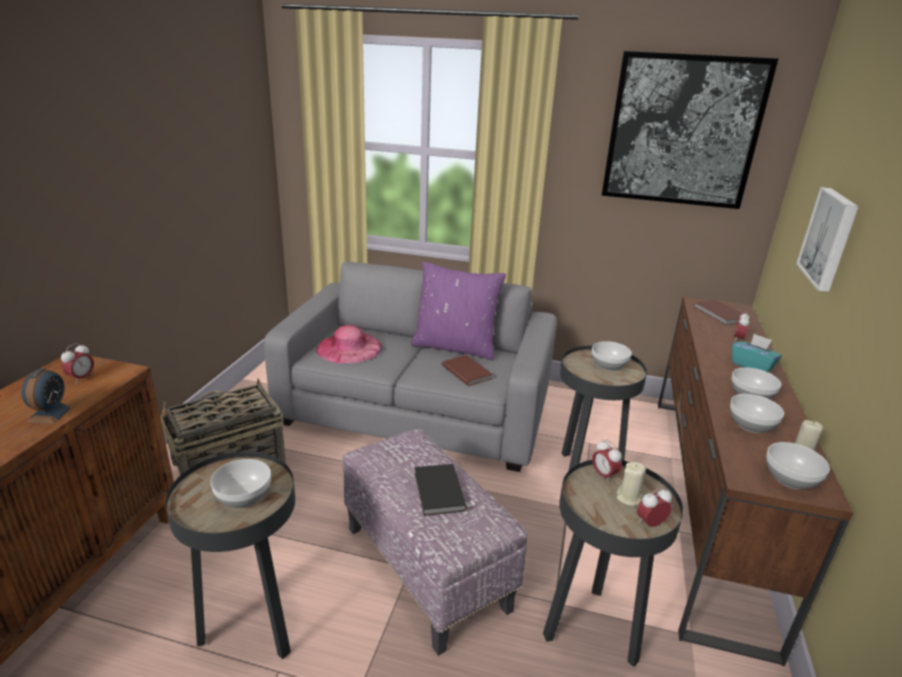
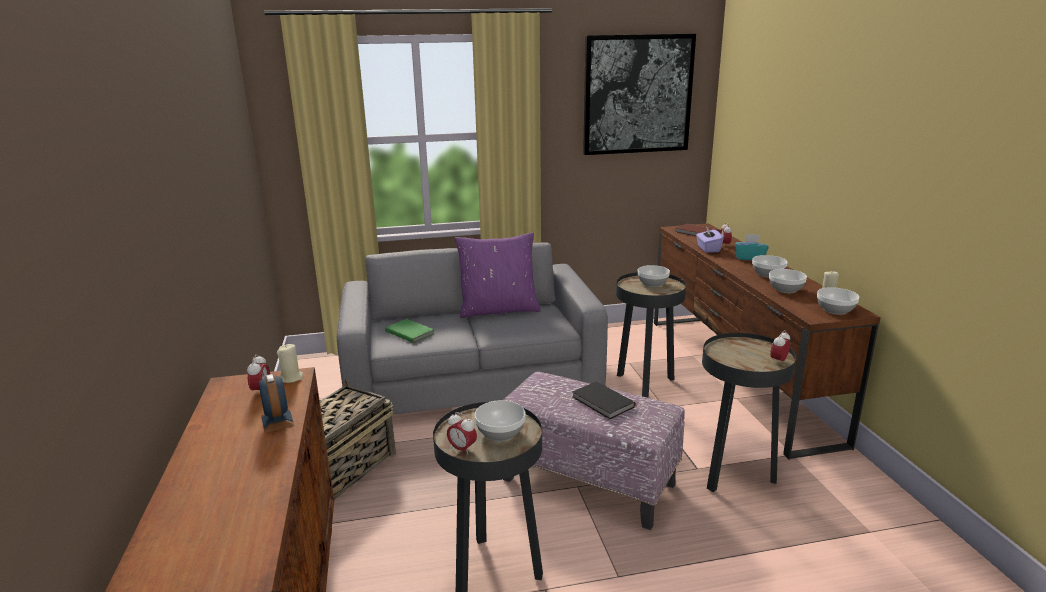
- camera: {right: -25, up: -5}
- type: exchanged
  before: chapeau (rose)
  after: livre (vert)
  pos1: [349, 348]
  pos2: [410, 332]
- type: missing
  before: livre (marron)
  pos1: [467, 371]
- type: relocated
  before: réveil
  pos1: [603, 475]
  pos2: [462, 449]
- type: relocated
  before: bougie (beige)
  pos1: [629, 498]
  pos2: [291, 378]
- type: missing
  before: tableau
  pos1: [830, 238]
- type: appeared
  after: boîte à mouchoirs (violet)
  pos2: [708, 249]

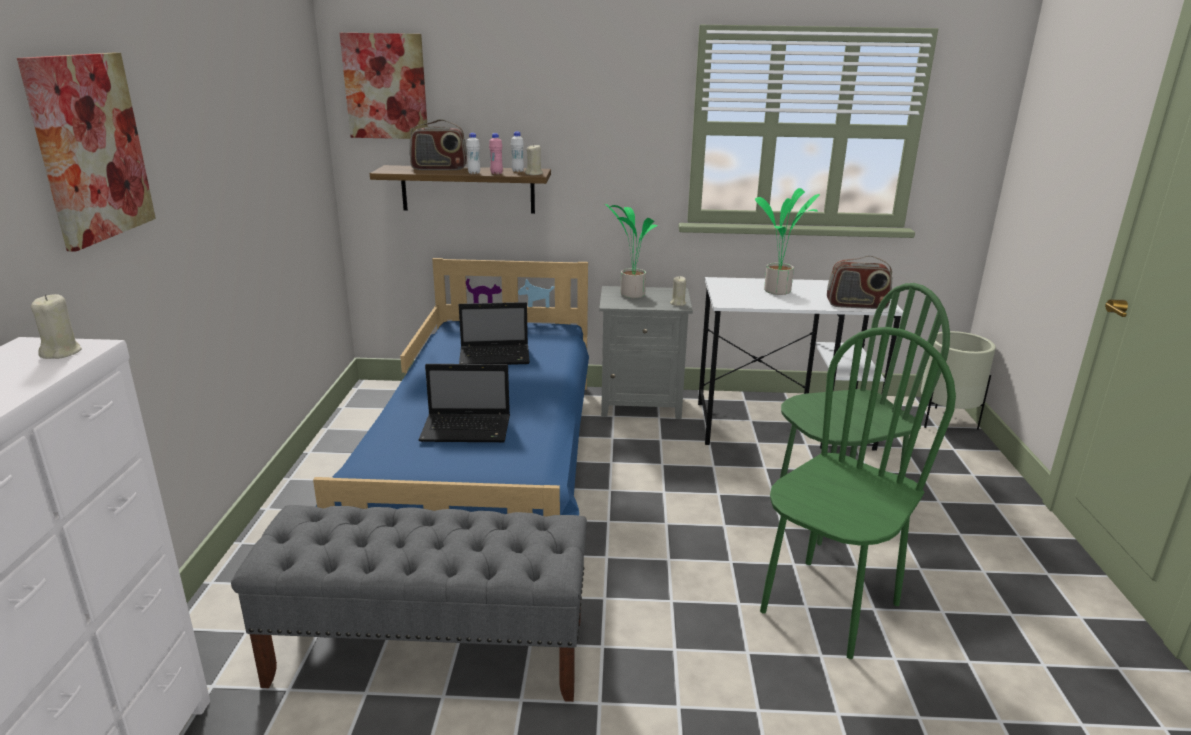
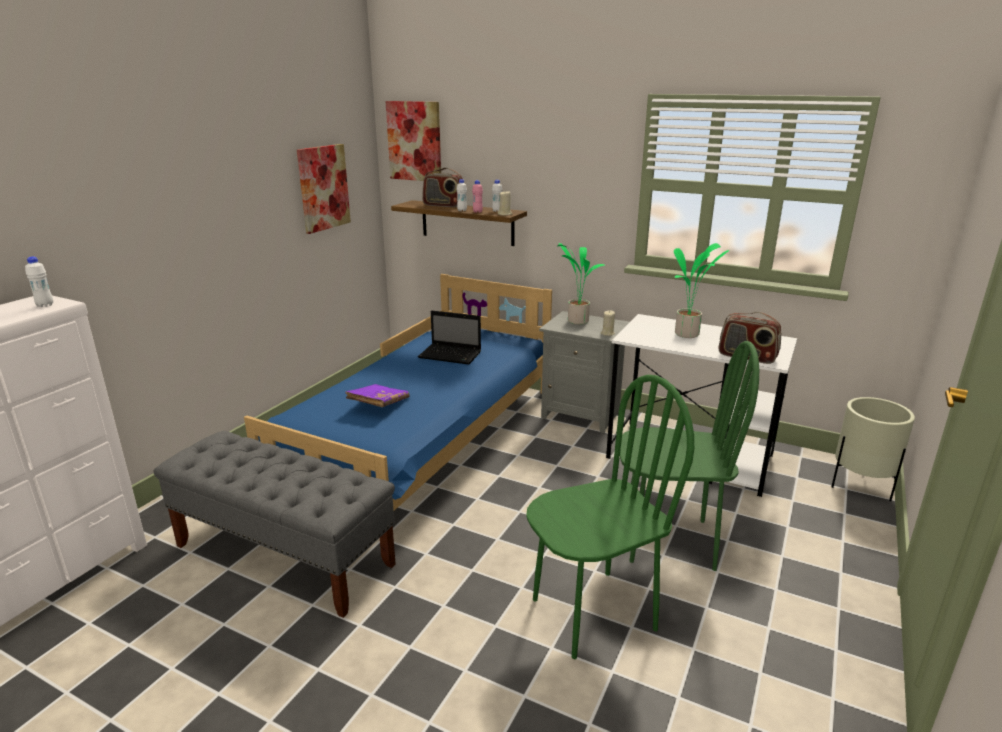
- camera: {right: 25, up: 0}
- type: relocated
  before: tableau
  pos1: [90, 148]
  pos2: [323, 188]
- type: exchanged
  before: bougie (beige)
  after: bouteille (blanc)
  pos1: [61, 352]
  pos2: [45, 305]
- type: exchanged
  before: ordinateur portable
  after: livre (violet)
  pos1: [468, 430]
  pos2: [378, 404]

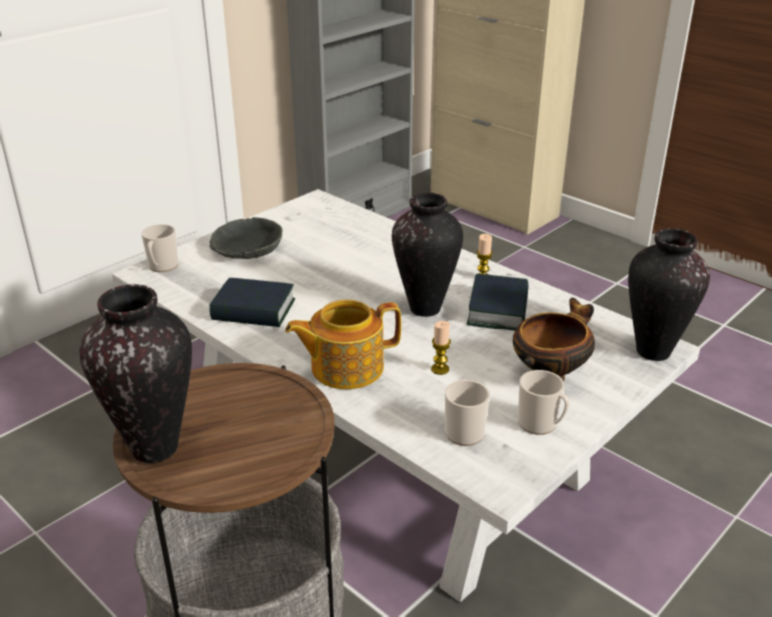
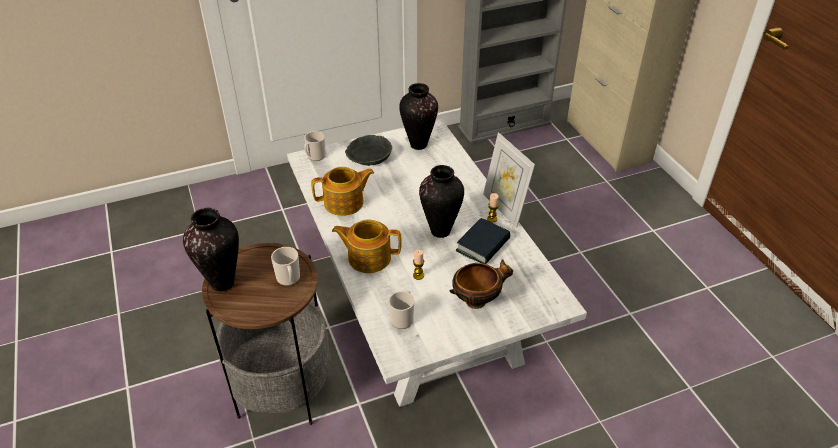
- camera: {right: 25, up: 10}
- type: exchanged
  before: livre
  after: théière
  pos1: [253, 310]
  pos2: [345, 203]
- type: relocated
  before: mug
  pos1: [541, 424]
  pos2: [289, 279]
- type: relocated
  before: vase
  pos1: [652, 351]
  pos2: [418, 144]
- type: appeared
  after: cadre photo
  pos2: [504, 208]

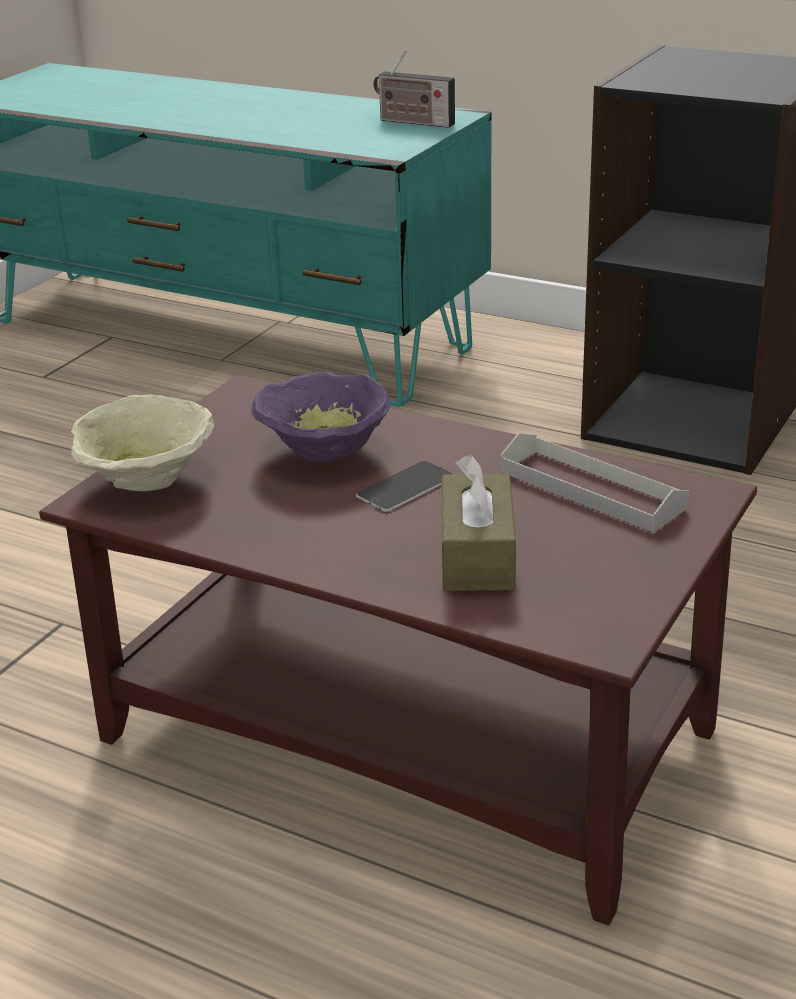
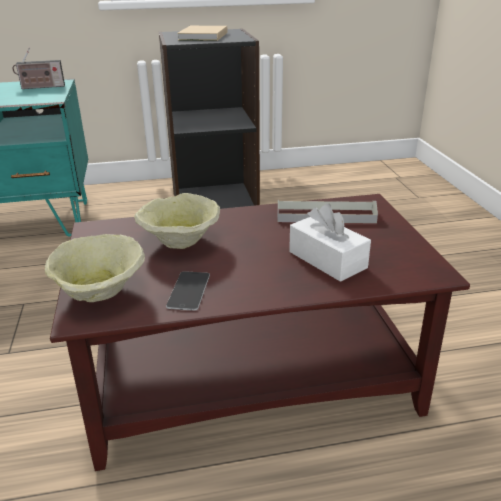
- camera: {right: -40, up: 0}
- type: colour
  before: bol (violet)
  after: bol (beige)
  pos1: [322, 450]
  pos2: [178, 241]
- type: relocated
  before: téléphone
  pos1: [406, 487]
  pos2: [189, 290]
- type: colour
  before: boîte à mouchoirs (marron)
  after: boîte à mouchoirs (blanc)
  pos1: [477, 555]
  pos2: [327, 260]
- type: appeared
  after: livre (beige)
  pos2: [202, 36]

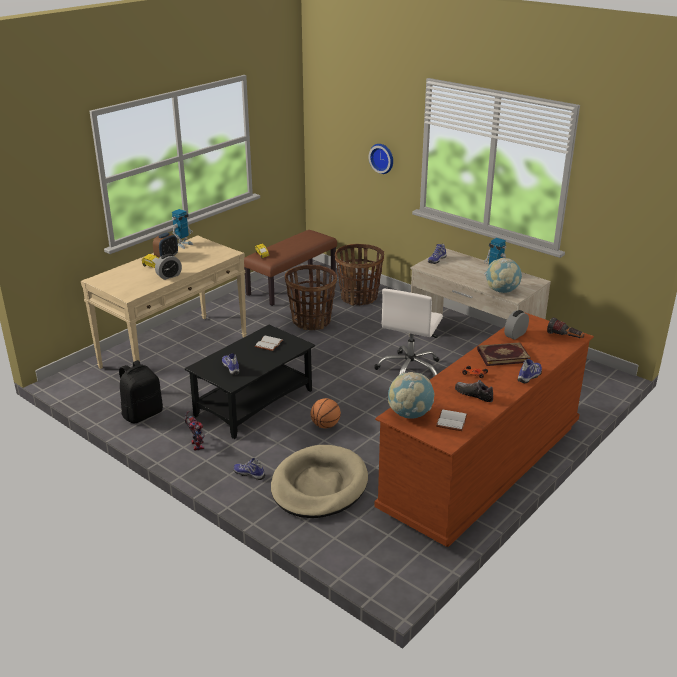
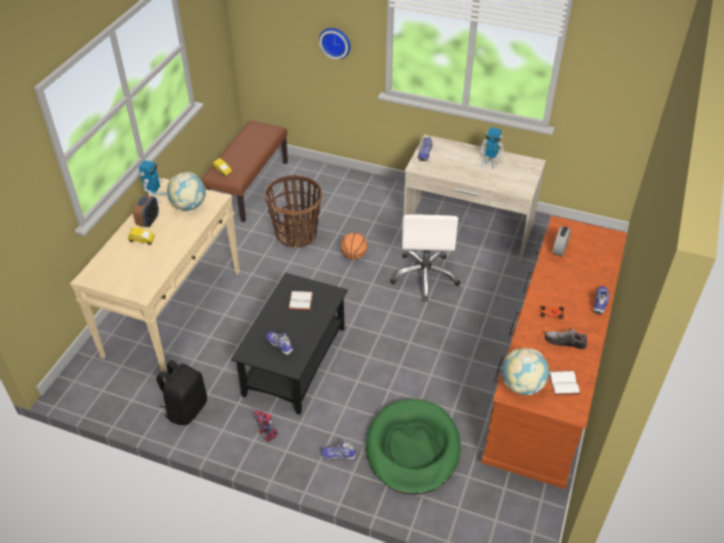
- camera: {right: -20, up: 15}
- type: missing
  before: réveil
  pos1: [169, 276]
- type: colour
  before: panier pour chien (beige)
  after: panier pour chien (vert)
  pos1: [319, 485]
  pos2: [412, 449]
- type: relocated
  before: ballon de basket
  pos1: [325, 425]
  pos2: [354, 255]
- type: missing
  before: panier
  pos1: [359, 297]
- type: missing
  before: livre
  pos1: [502, 355]
- type: relocated
  before: globe
  pos1: [502, 291]
  pos2: [189, 206]
- type: missing
  before: lampe de poche
  pos1: [565, 337]

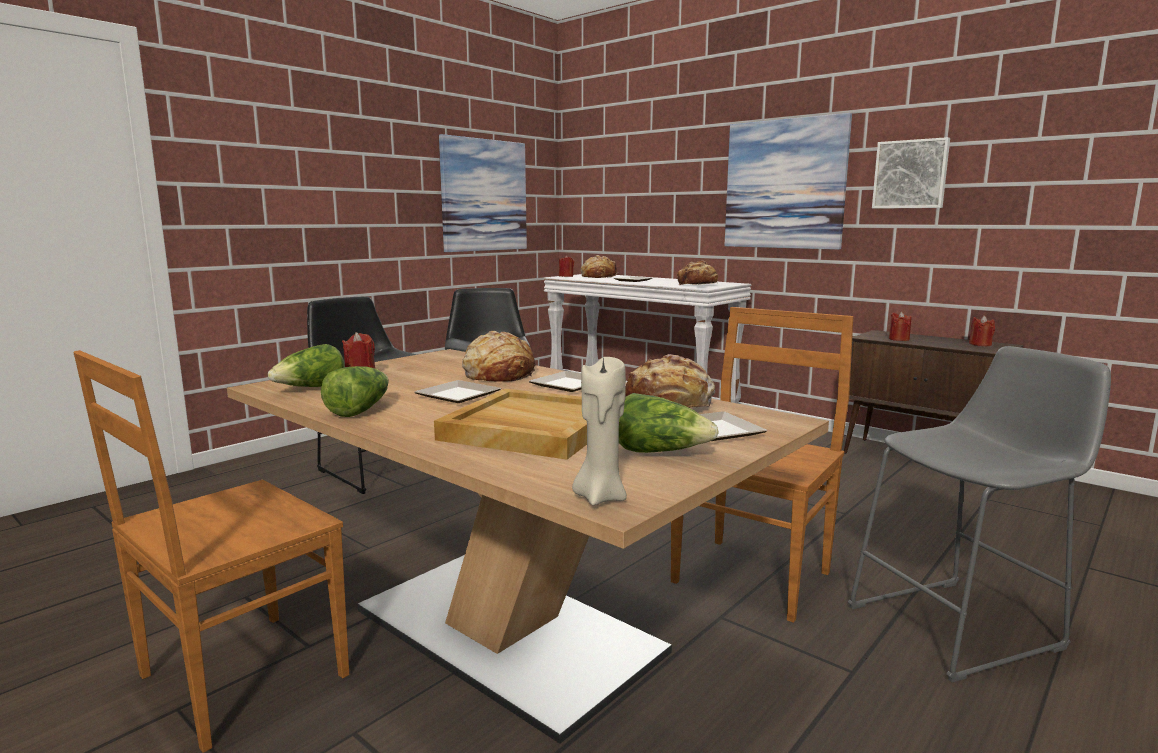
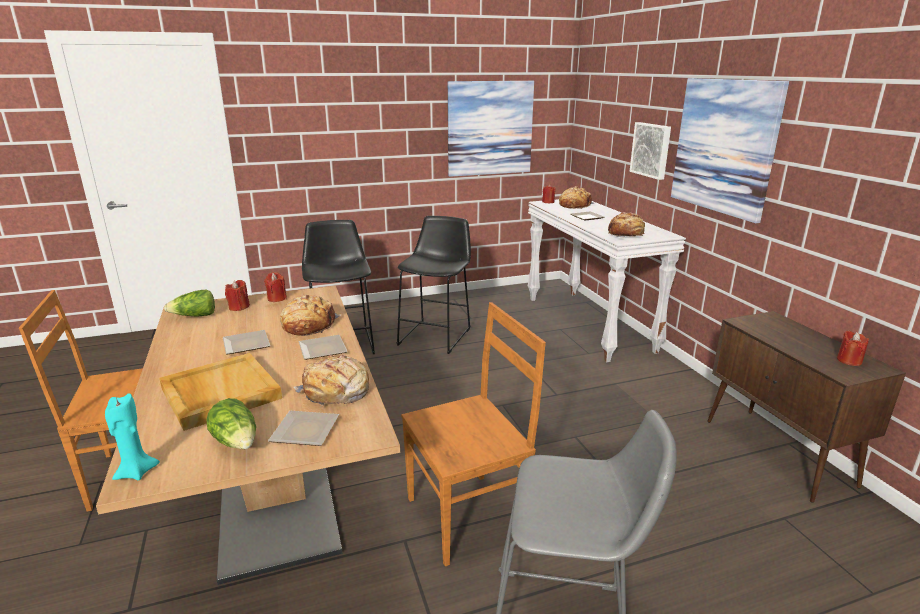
- camera: {right: 30, up: 10}
- type: missing
  before: laitue
  pos1: [359, 410]
- type: colour
  before: bougie (beige)
  after: bougie (turquoise)
  pos1: [600, 497]
  pos2: [136, 472]
- type: relocated
  before: tableau
  pos1: [910, 174]
  pos2: [651, 150]
- type: relocated
  before: bougie (rouge)
  pos1: [898, 339]
  pos2: [277, 298]

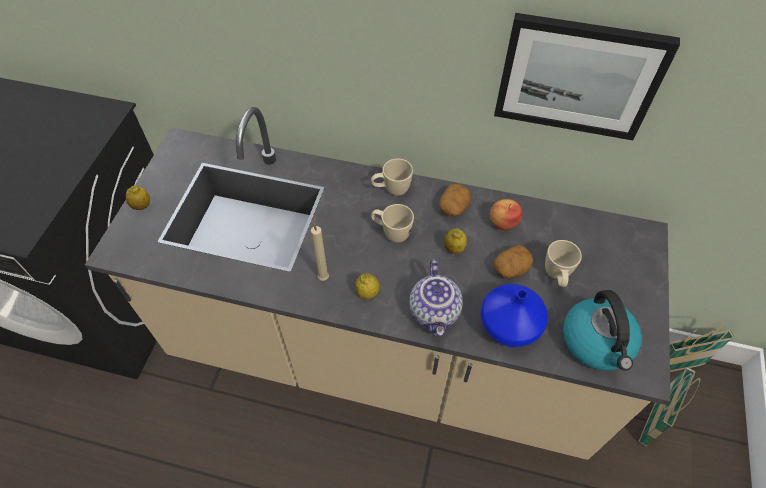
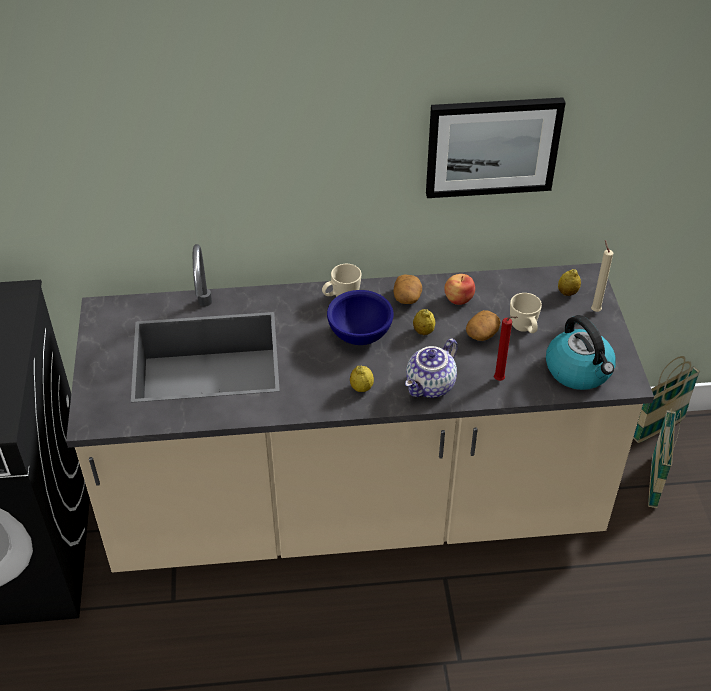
- camera: {right: -20, up: -10}
- type: relocated
  before: citron
  pos1: [141, 206]
  pos2: [567, 293]
- type: relocated
  before: bougie (beige)
  pos1: [323, 276]
  pos2: [594, 310]
- type: exchanged
  before: mug (beige)
  after: bol (bleu)
  pos1: [391, 233]
  pos2: [359, 334]
- type: spun
  before: théière
  pos1: [435, 312]
  pos2: [431, 386]
  turn: 60
- type: exchanged
  before: vase (bleu)
  after: bougie (rouge)
  pos1: [509, 328]
  pos2: [500, 380]

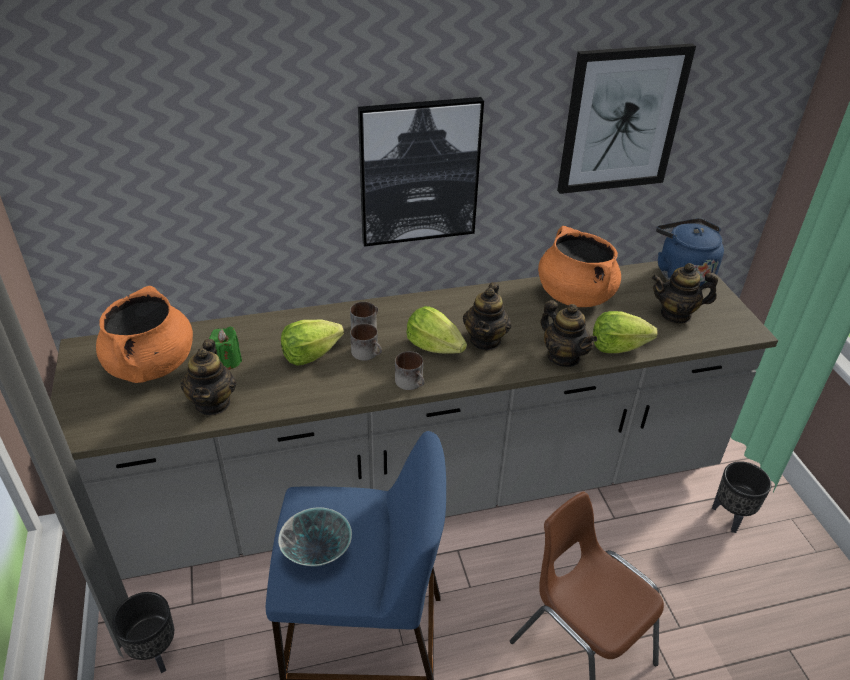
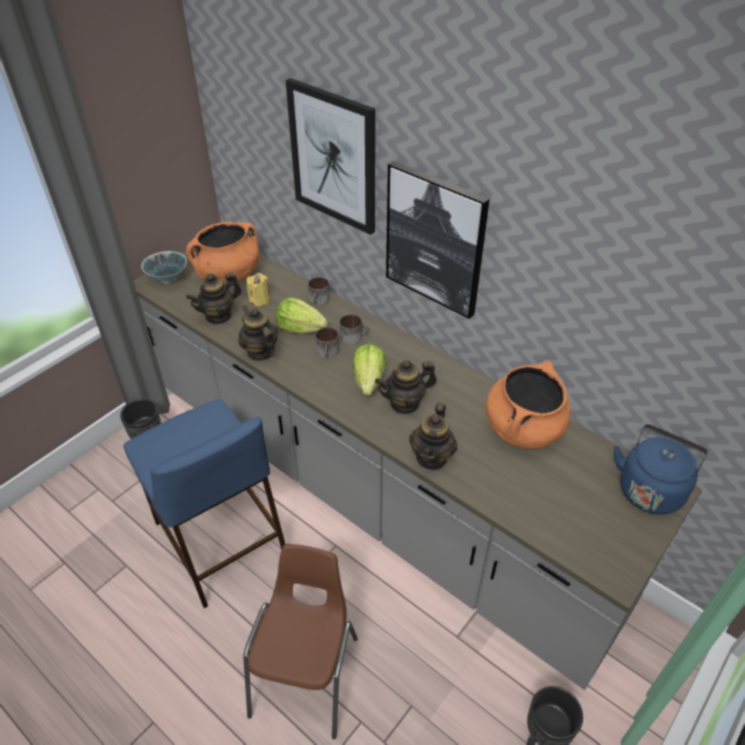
- camera: {right: 55, up: 5}
- type: colour
  before: bougie (vert)
  after: bougie (jaune)
  pos1: [227, 361]
  pos2: [259, 299]
- type: relocated
  before: bol
  pos1: [318, 554]
  pos2: [168, 279]
- type: relocated
  before: mug
  pos1: [412, 382]
  pos2: [319, 301]
- type: relocated
  before: tableau
  pos1: [621, 120]
  pos2: [333, 157]
- type: missing
  before: laitue
  pos1: [617, 346]
- type: relocated
  before: théière
  pos1: [676, 314]
  pos2: [260, 352]

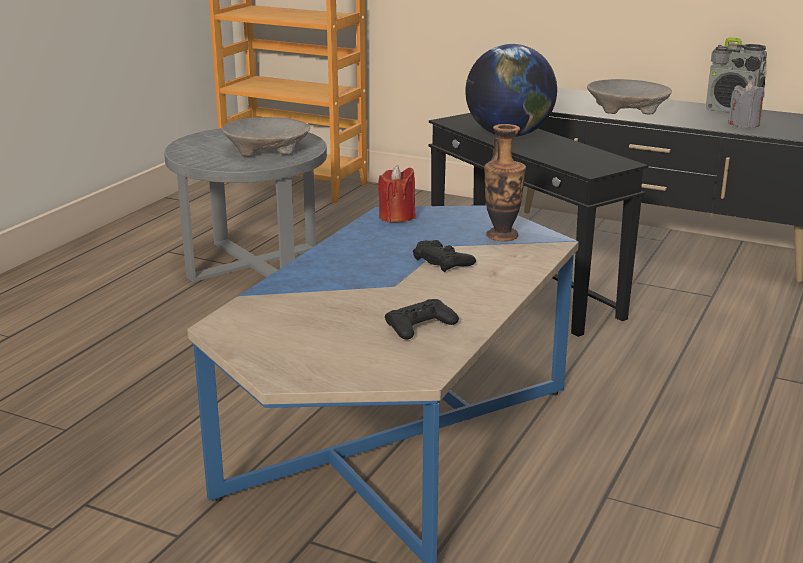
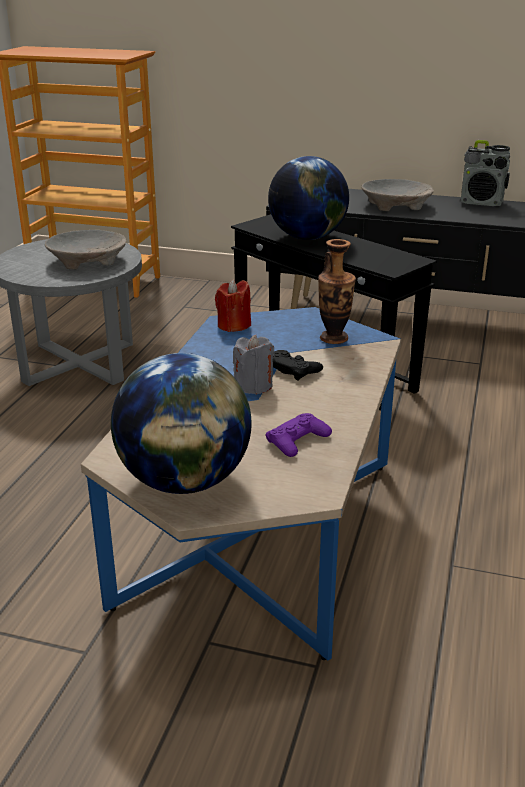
- camera: {right: -10, up: 5}
- type: colour
  before: manette (noir)
  after: manette (violet)
  pos1: [420, 326]
  pos2: [297, 440]
- type: relocated
  before: bougie (gris)
  pos1: [744, 124]
  pos2: [253, 385]
- type: appeared
  after: globe
  pos2: [184, 481]

